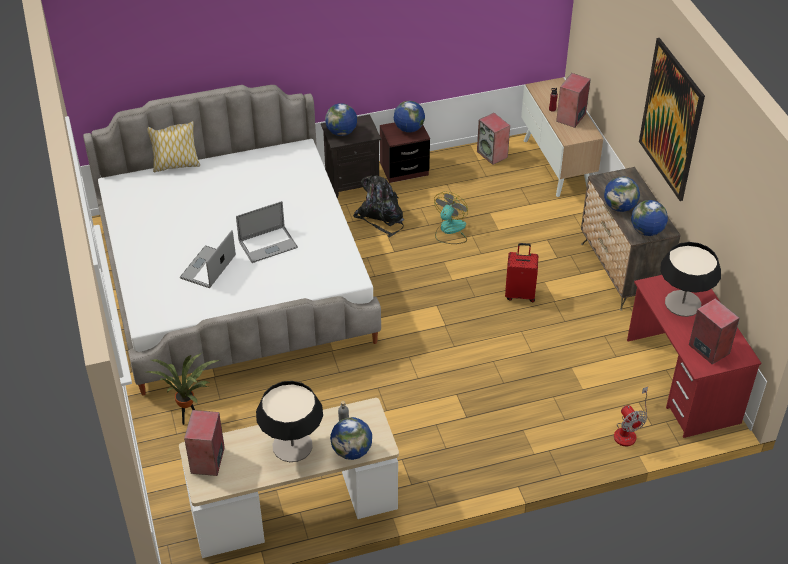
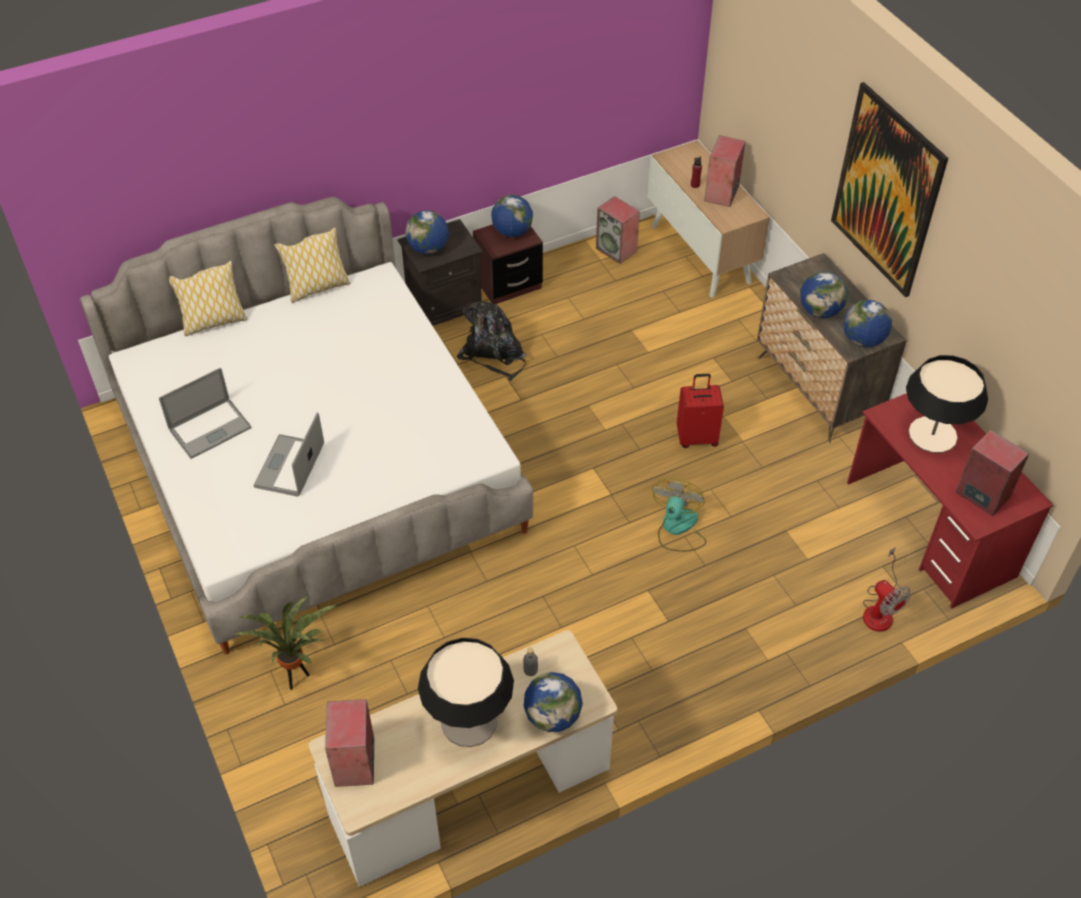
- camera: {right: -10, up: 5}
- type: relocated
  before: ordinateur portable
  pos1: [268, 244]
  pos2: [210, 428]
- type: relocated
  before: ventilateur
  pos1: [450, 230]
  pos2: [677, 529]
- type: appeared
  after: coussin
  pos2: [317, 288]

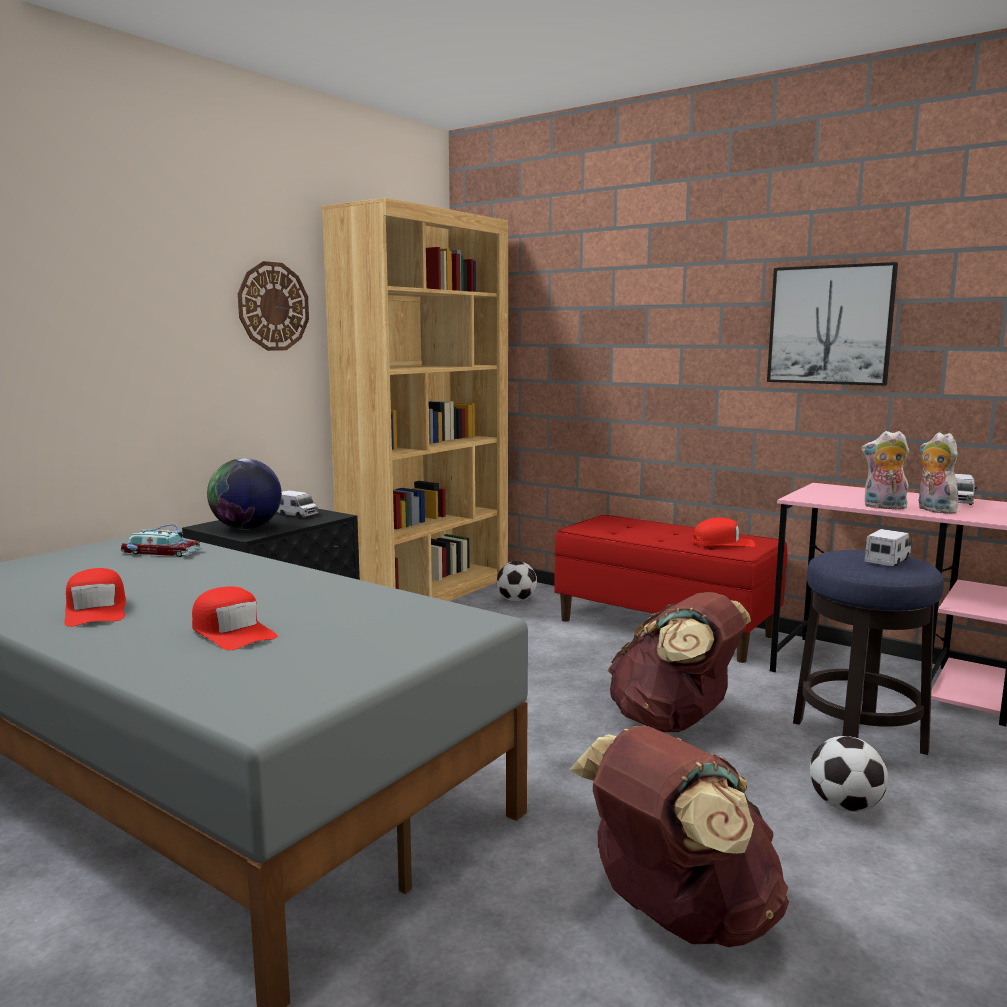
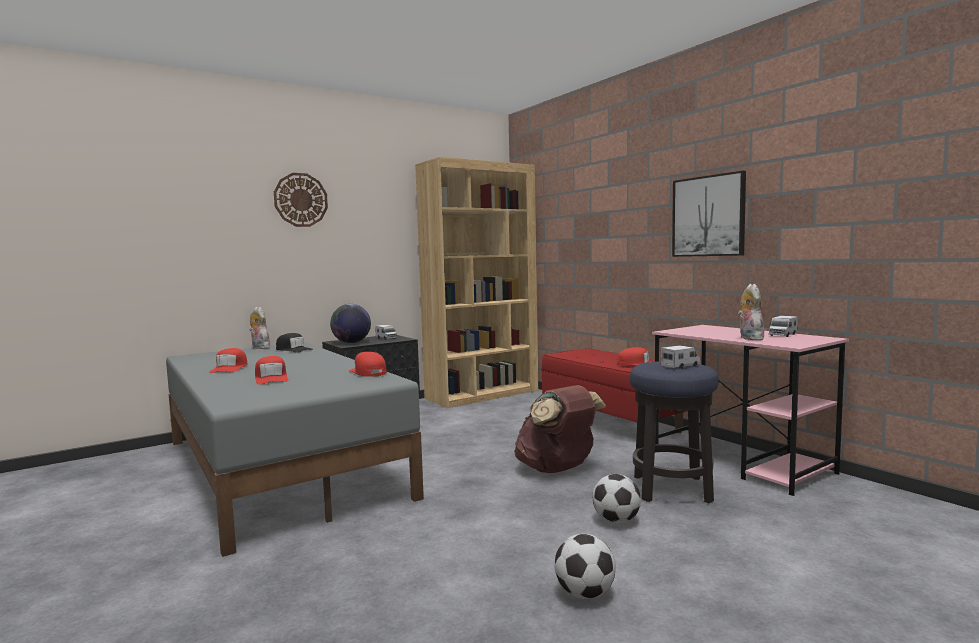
- camera: {right: 20, up: -5}
- type: exchanged
  before: petite voiture
  after: casquette (noir)
  pos1: [161, 552]
  pos2: [293, 350]
- type: relocated
  before: horloge murale
  pos1: [273, 306]
  pos2: [301, 200]
- type: relocated
  before: ballon de foot
  pos1: [516, 600]
  pos2: [584, 594]
- type: missing
  before: sac à dos (marron)
  pos1: [677, 917]
- type: relocated
  before: peluche
  pos1: [883, 507]
  pos2: [259, 348]
- type: appeared
  after: casquette (rouge)
  pos2: [368, 372]

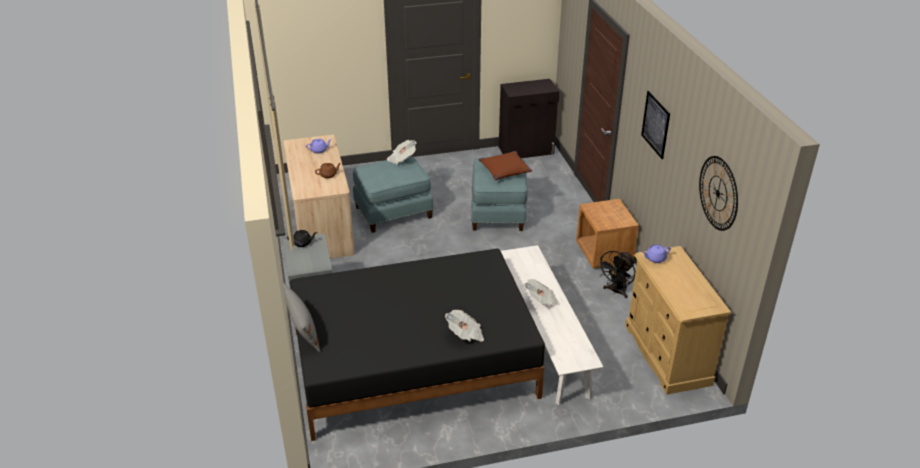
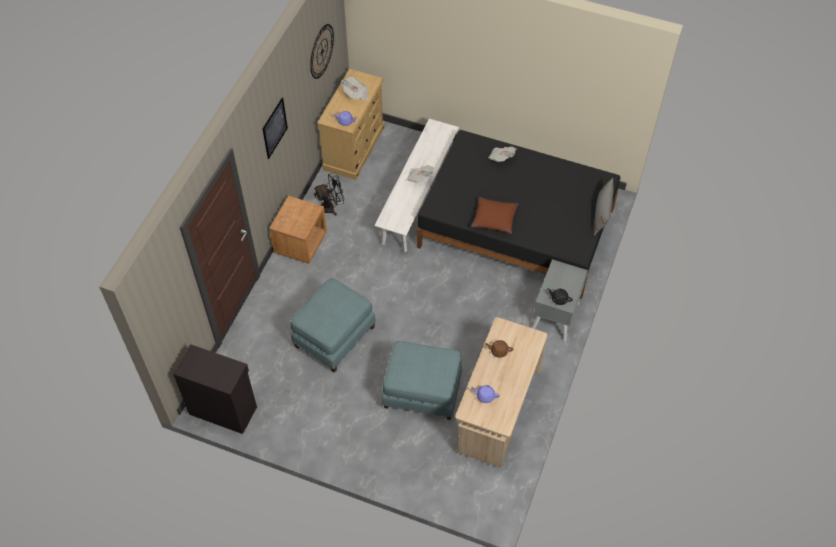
- camera: {right: -145, up: 20}
- type: relocated
  before: journal
  pos1: [401, 159]
  pos2: [356, 94]
- type: relocated
  before: coussin (marron)
  pos1: [505, 171]
  pos2: [494, 218]

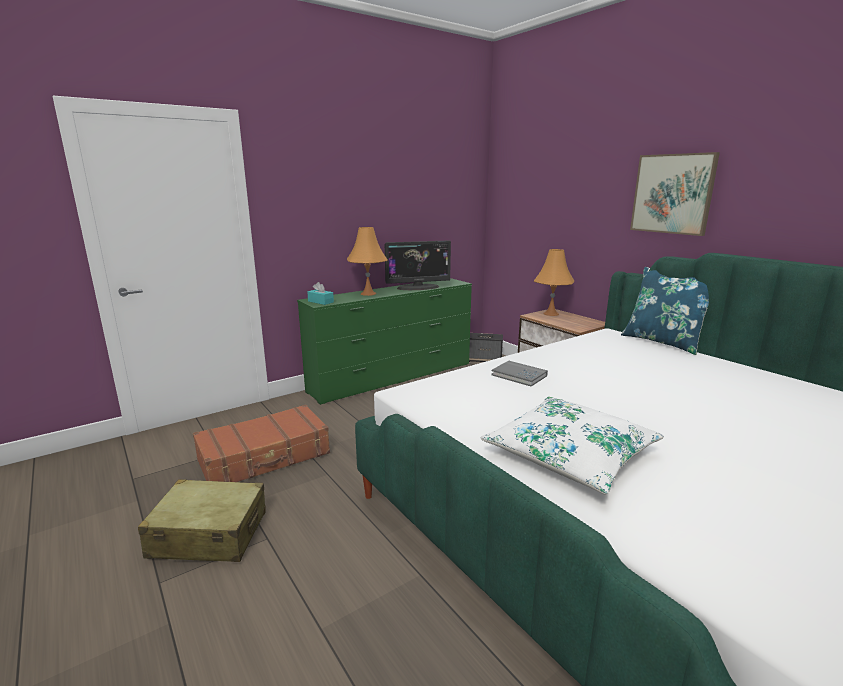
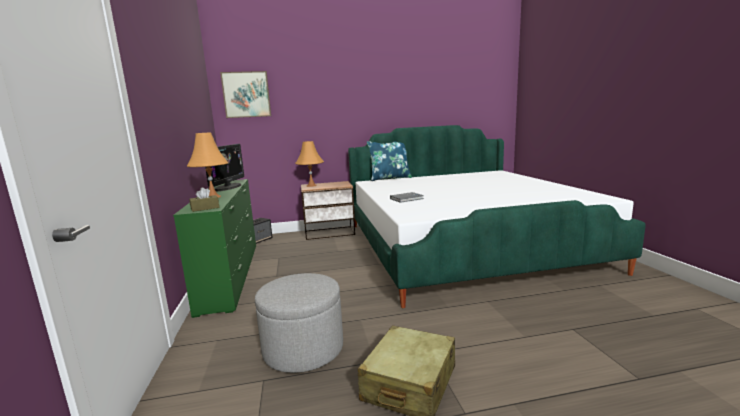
- camera: {right: -65, up: -5}
- type: exchanged
  before: valise (marron)
  after: pouf (gris)
  pos1: [265, 457]
  pos2: [303, 348]
- type: colour
  before: boîte à mouchoirs (turquoise)
  after: boîte à mouchoirs (marron)
  pos1: [320, 302]
  pos2: [205, 208]
- type: missing
  before: coussin (blanc)
  pos1: [569, 455]
- type: relocated
  before: tableau
  pos1: [672, 194]
  pos2: [246, 94]

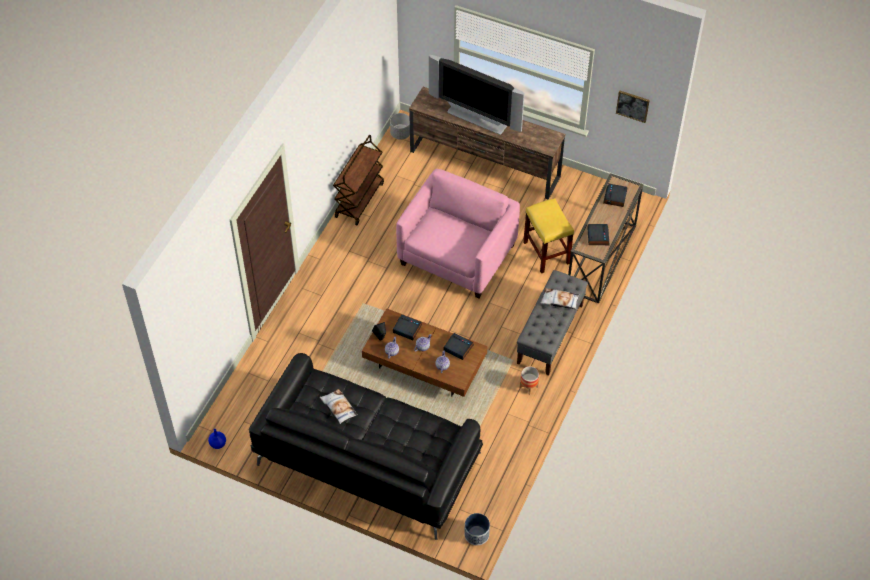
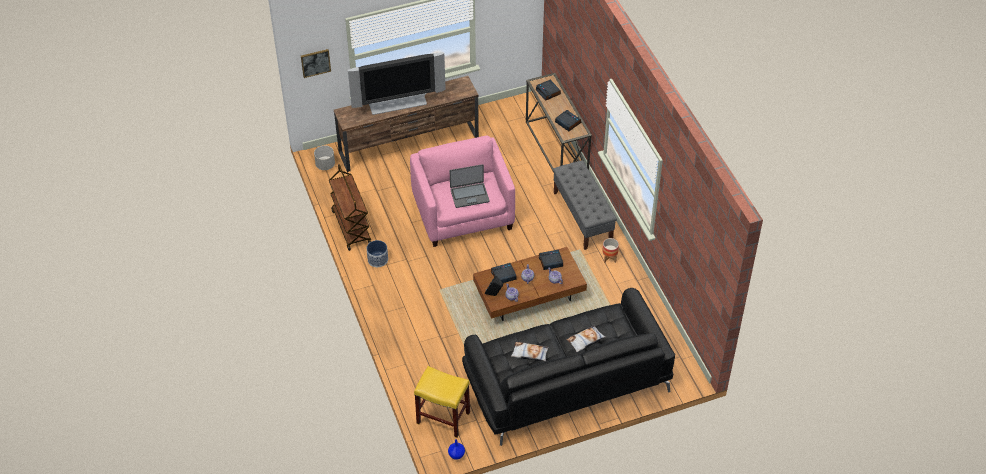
- camera: {right: -45, up: -5}
- type: relocated
  before: cache-pot
  pos1: [476, 534]
  pos2: [377, 259]
- type: relocated
  before: tabouret (jaune)
  pos1: [547, 253]
  pos2: [444, 417]
- type: relocated
  before: coussin
  pos1: [559, 301]
  pos2: [585, 340]
- type: relocated
  before: tableau
  pos1: [632, 106]
  pos2: [315, 63]
- type: appeared
  after: ordinateur portable
  pos2: [469, 195]

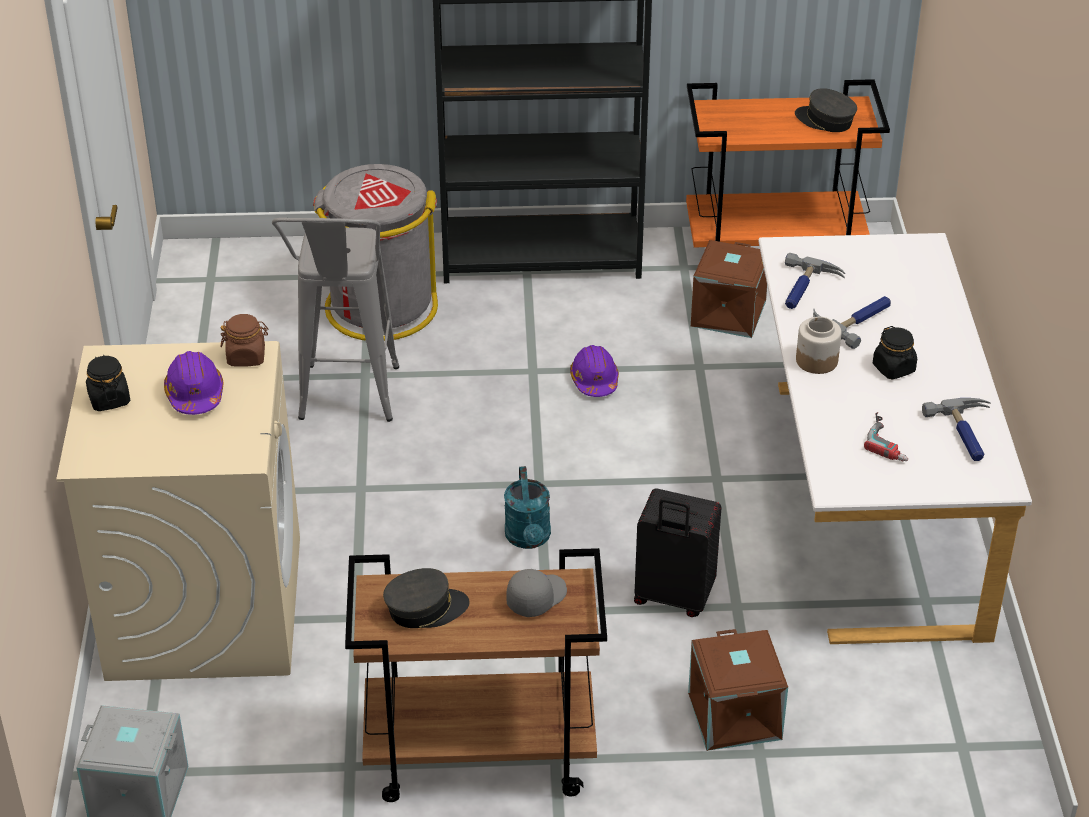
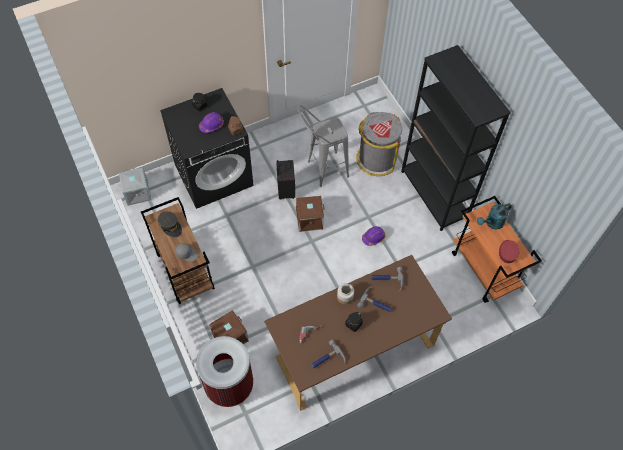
- camera: {right: 65, up: 20}
- type: colour
  before: lave-linge (beige)
  after: lave-linge (noir)
  pos1: [204, 606]
  pos2: [214, 174]
- type: relocated
  before: arrosoir (turquoise)
  pos1: [529, 539]
  pos2: [492, 223]
- type: relocated
  before: valise (noir)
  pos1: [672, 598]
  pos2: [285, 191]
- type: relocated
  before: boîte de rangement (marron)
  pos1: [727, 313]
  pos2: [309, 219]
- type: colour
  before: bureau (blanc)
  after: bureau (marron)
  pos1: [866, 502]
  pos2: [353, 347]
- type: colour
  before: casquette (gris)
  after: casquette (rouge)
  pos1: [825, 120]
  pos2: [507, 252]
- type: appeared
  after: poubelle
  pos2: [229, 385]

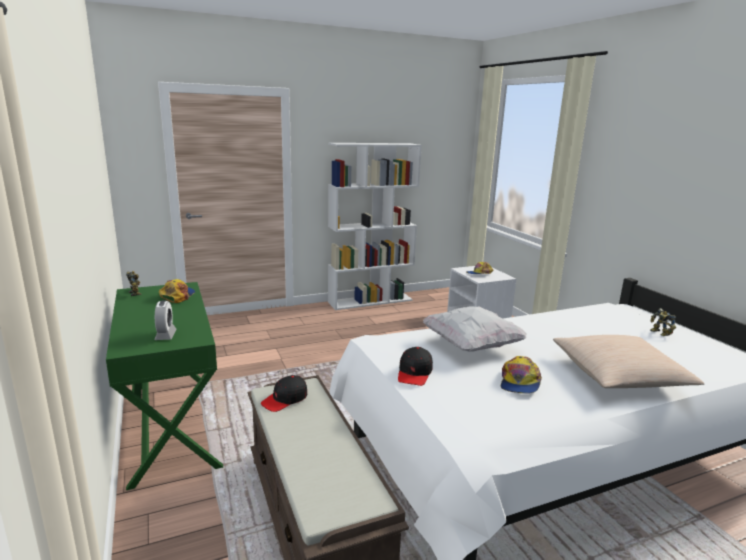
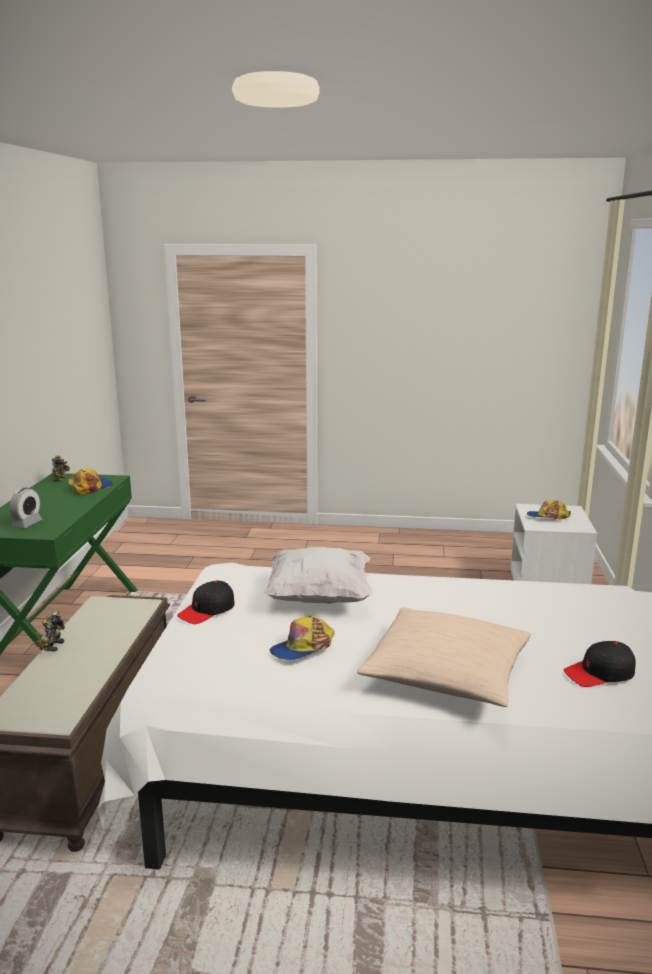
- camera: {right: 30, up: 0}
- type: relocated
  before: casquette (noir)
  pos1: [285, 399]
  pos2: [599, 673]
- type: missing
  before: bibliothèque (blanc)
  pos1: [370, 301]
- type: relocated
  before: robot jouet
  pos1: [659, 333]
  pos2: [51, 646]

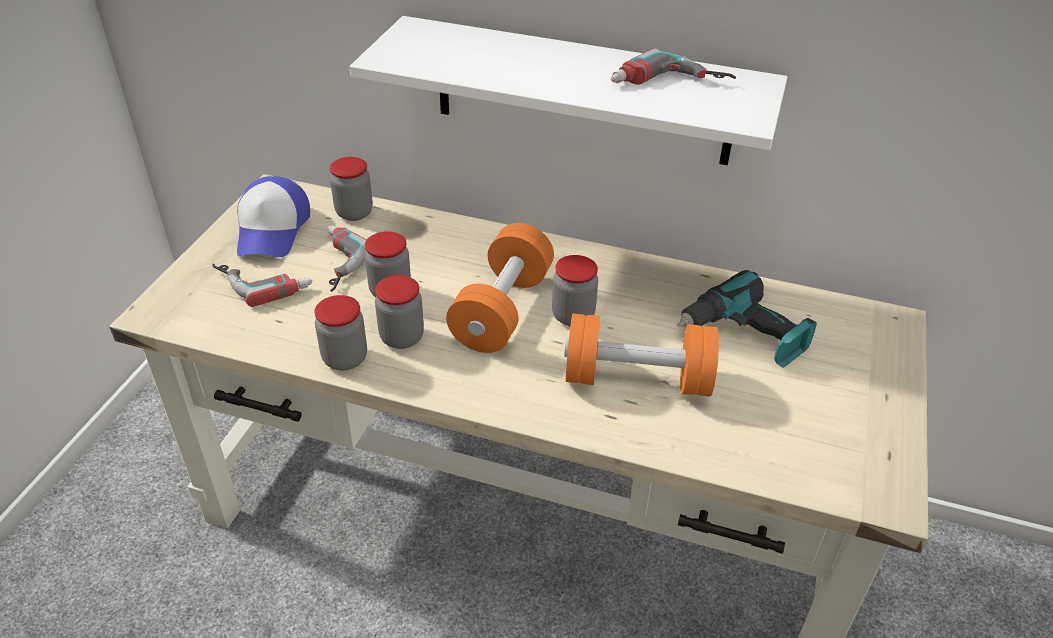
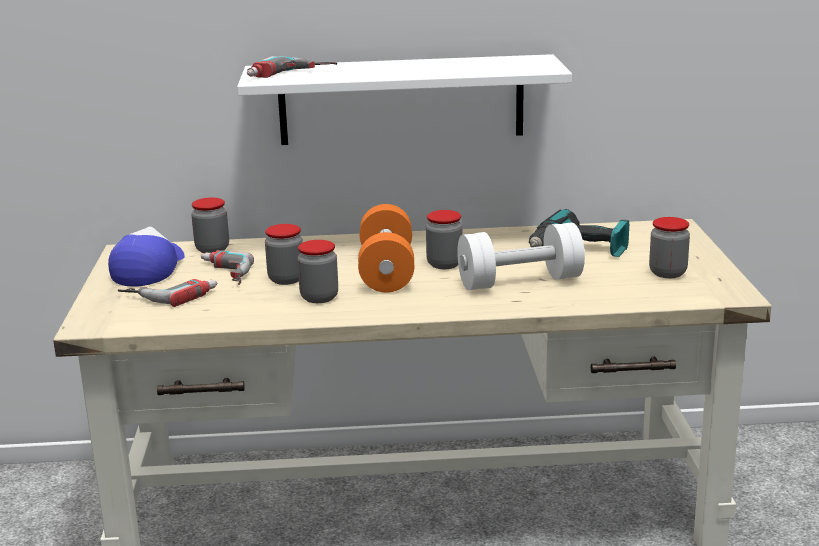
- camera: {right: -20, up: -20}
- type: spun
  before: casquette
  pos1: [273, 229]
  pos2: [149, 269]
  turn: -150
- type: relocated
  before: bocal
  pos1: [345, 358]
  pos2: [667, 273]
- type: colour
  before: haltère (orange)
  after: haltère (blanc)
  pos1: [637, 379]
  pos2: [520, 282]
- type: relocated
  before: perceuse
  pos1: [669, 85]
  pos2: [291, 75]

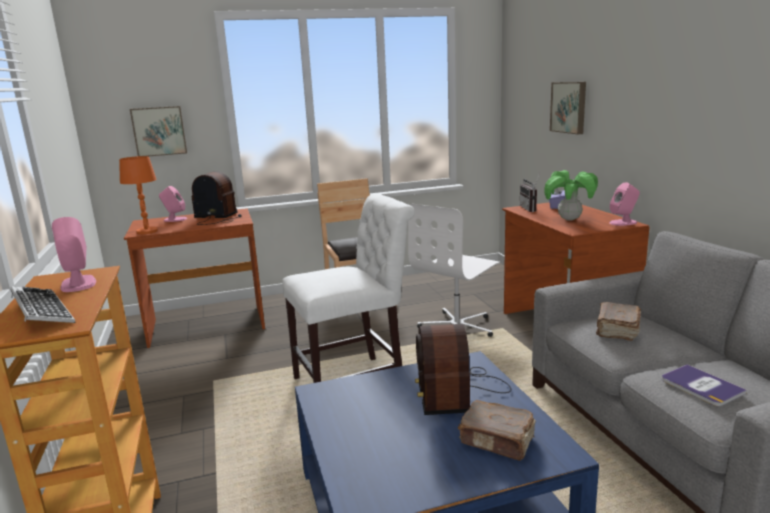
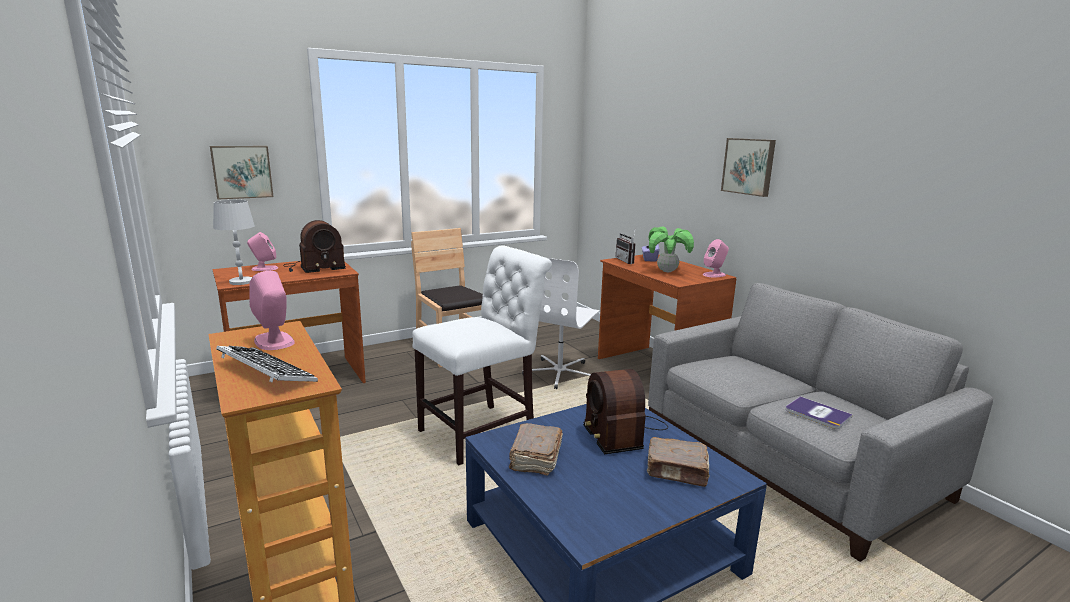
- camera: {right: -15, up: 0}
- type: colour
  before: lampe de table (orange)
  after: lampe de table (blanc)
  pos1: [147, 231]
  pos2: [241, 282]
- type: spun
  before: radio
  pos1: [217, 218]
  pos2: [314, 267]
  turn: 150
- type: relocated
  before: tableau
  pos1: [569, 107]
  pos2: [749, 166]
- type: relocated
  before: livre (marron)
  pos1: [617, 330]
  pos2: [535, 458]

